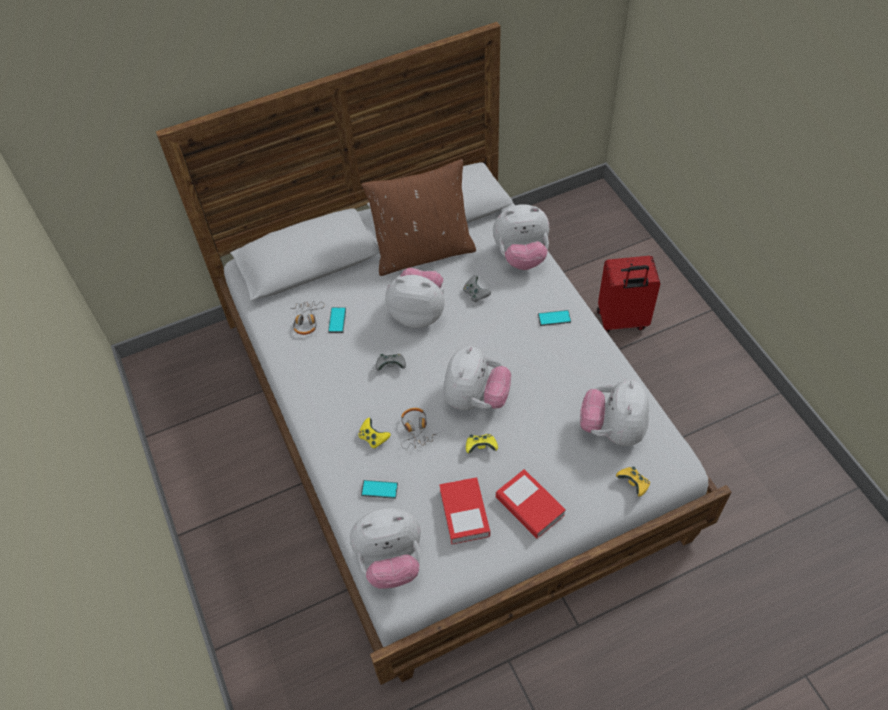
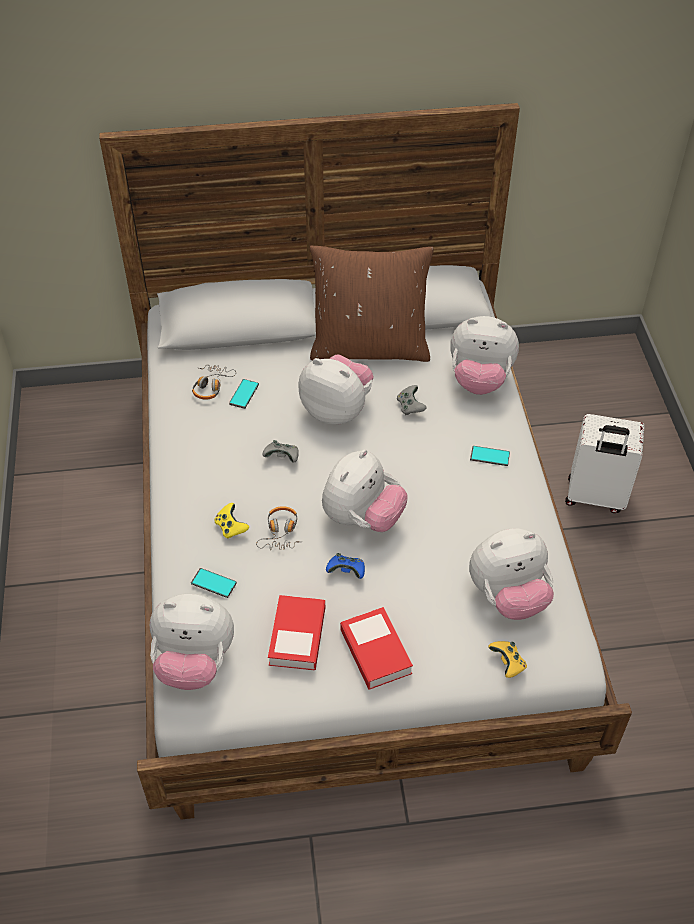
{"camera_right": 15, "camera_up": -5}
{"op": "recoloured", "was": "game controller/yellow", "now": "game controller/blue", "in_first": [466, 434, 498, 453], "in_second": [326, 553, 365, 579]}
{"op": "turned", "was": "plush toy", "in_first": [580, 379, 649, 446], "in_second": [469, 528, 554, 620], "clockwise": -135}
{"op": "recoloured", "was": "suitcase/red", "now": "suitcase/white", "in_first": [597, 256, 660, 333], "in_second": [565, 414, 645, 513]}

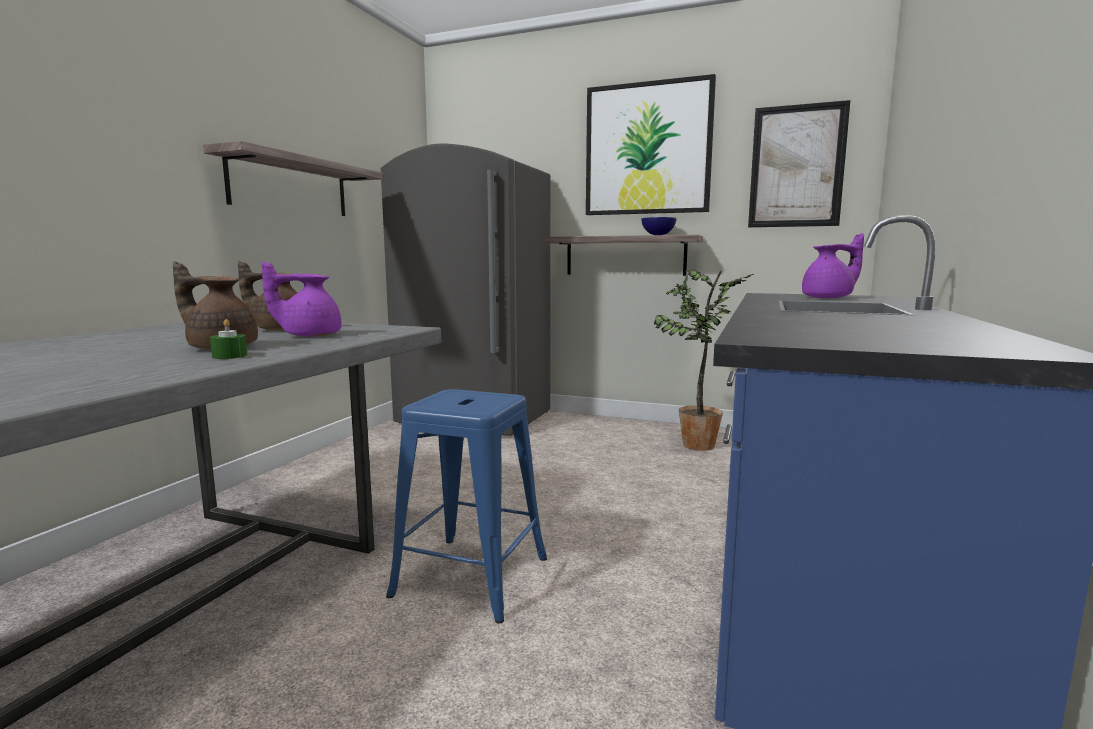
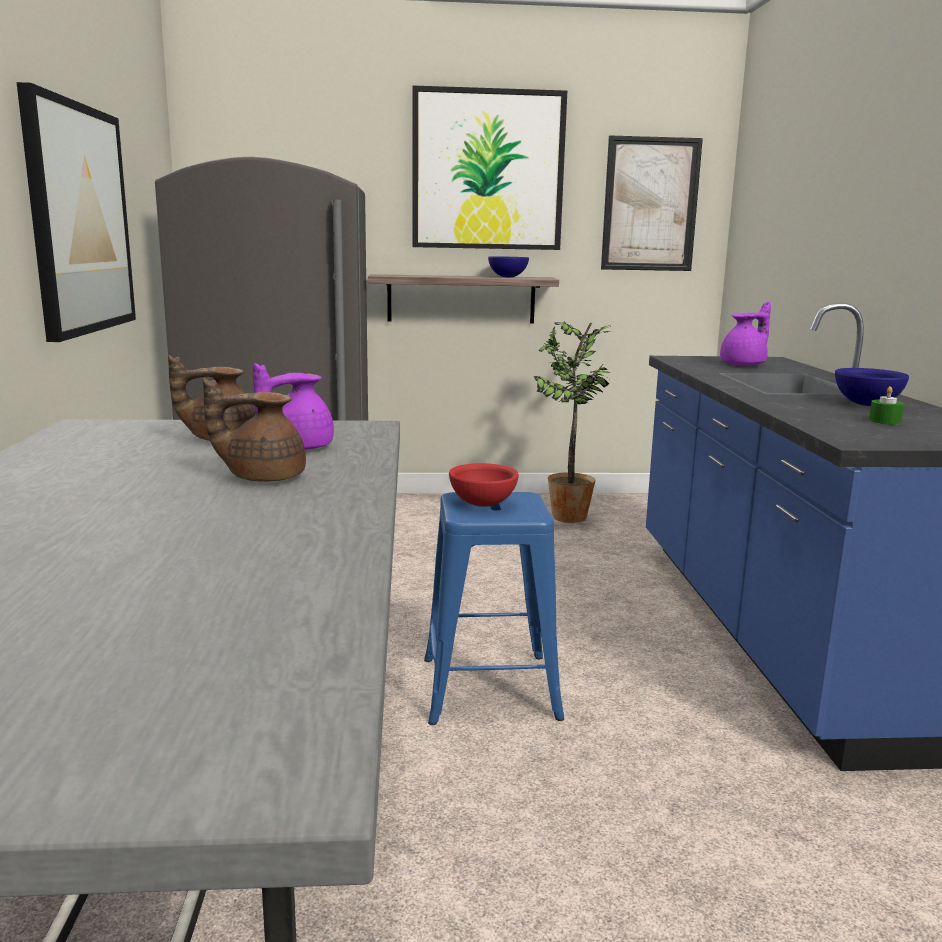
{"camera_right": -25, "camera_up": 5}
{"op": "replaced", "was": "shelf", "now": "picture", "in_first": [203, 141, 384, 216], "in_second": [17, 82, 136, 342]}
{"op": "moved", "was": "candle/green", "in_first": [210, 319, 247, 359], "in_second": [869, 386, 904, 425]}
{"op": "added", "now": "bowl/red", "in_second": [449, 463, 519, 507]}
{"op": "added", "now": "bowl/blue", "in_second": [835, 368, 909, 406]}

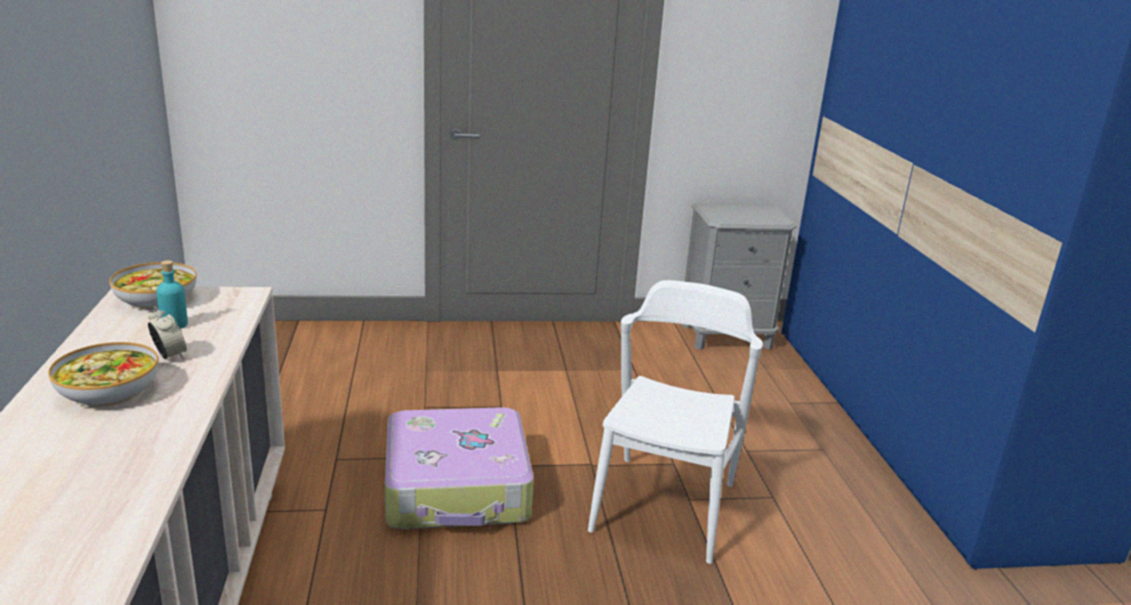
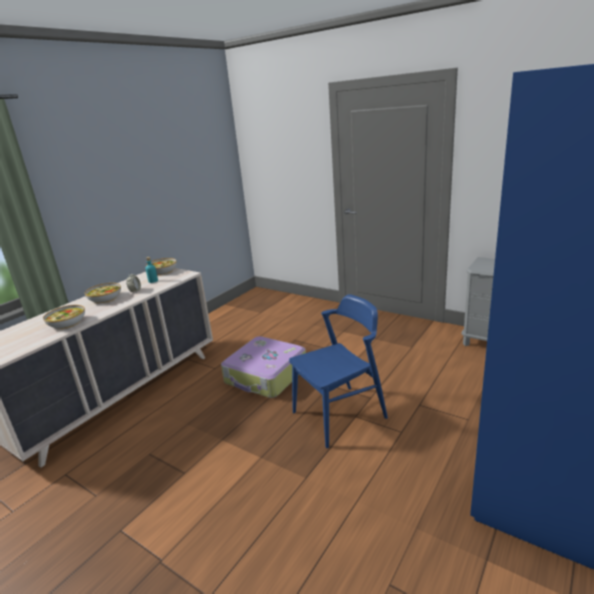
{"camera_right": 45, "camera_up": 0}
{"op": "recoloured", "was": "chair/white", "now": "chair/blue", "in_first": [588, 280, 763, 564], "in_second": [289, 294, 388, 448]}
{"op": "added", "now": "bowl", "in_second": [43, 305, 85, 329]}

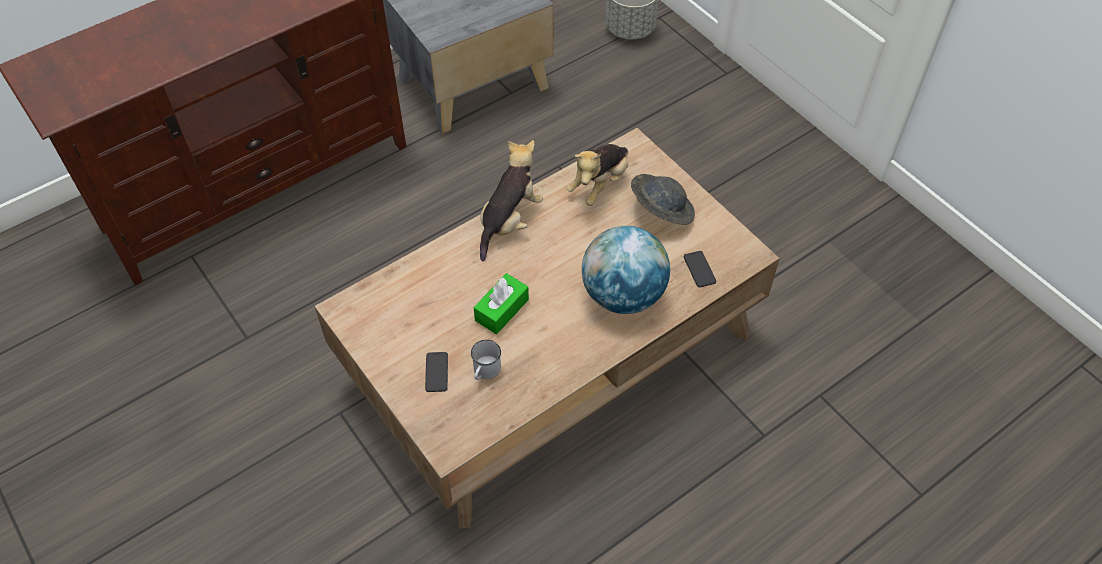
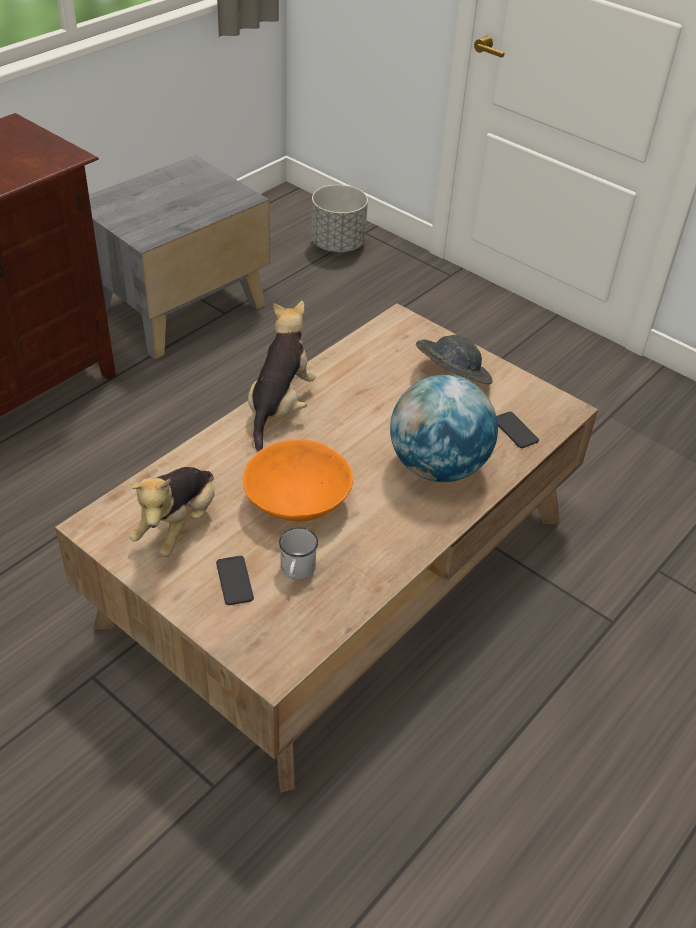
{"camera_right": -15, "camera_up": -10}
{"op": "replaced", "was": "tissue box/green", "now": "bowl/orange", "in_first": [473, 273, 529, 334], "in_second": [242, 440, 353, 521]}
{"op": "moved", "was": "plush toy", "in_first": [566, 144, 628, 206], "in_second": [130, 467, 215, 557]}

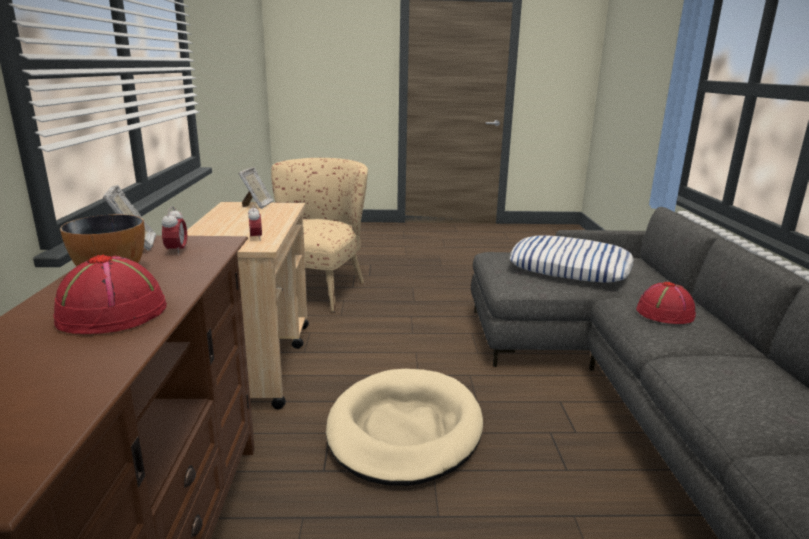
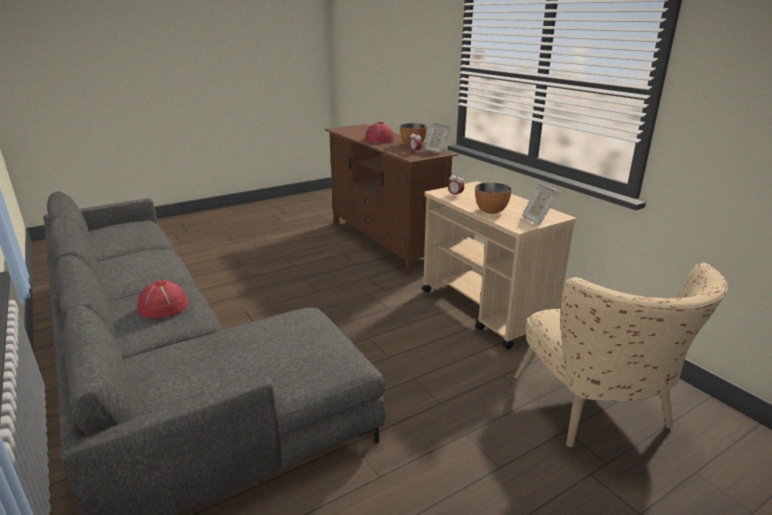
{"camera_right": 150, "camera_up": 5}
{"op": "removed", "was": "dog bed/beige", "in_first": [326, 369, 483, 486]}
{"op": "removed", "was": "pillow", "in_first": [510, 235, 634, 283]}
{"op": "added", "now": "bowl", "in_second": [475, 182, 512, 214]}

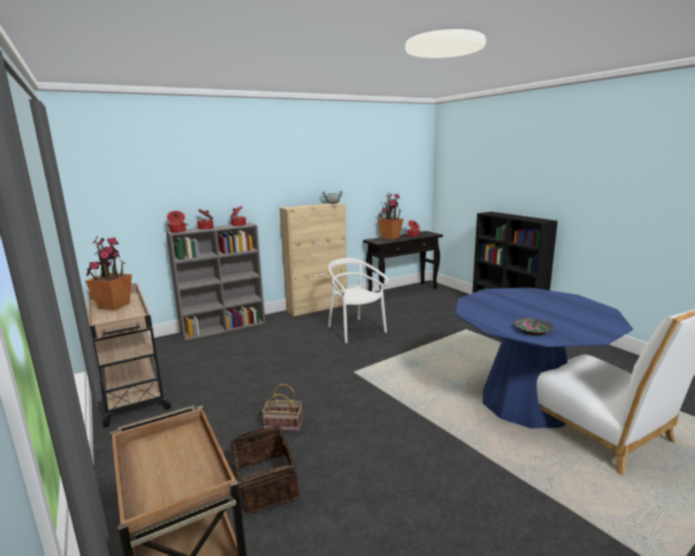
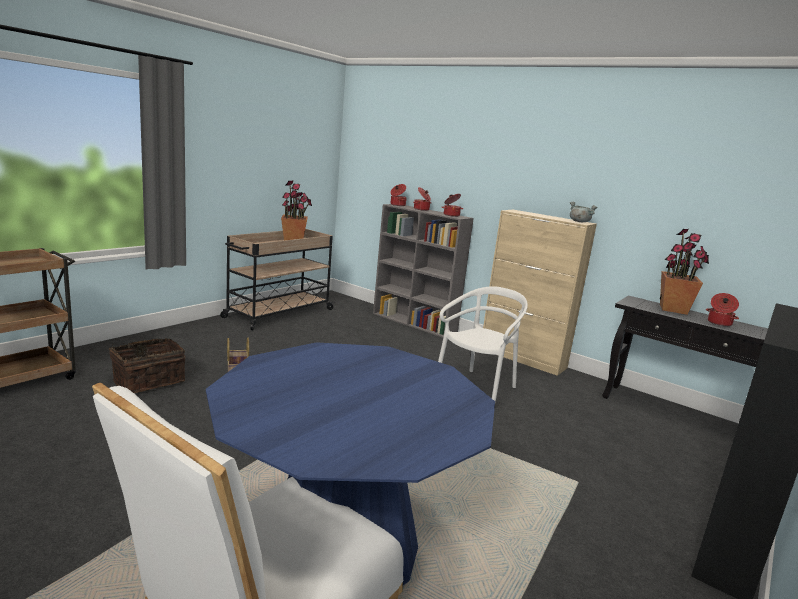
{"camera_right": 65, "camera_up": 0}
{"op": "removed", "was": "bowl", "in_first": [514, 318, 554, 336]}

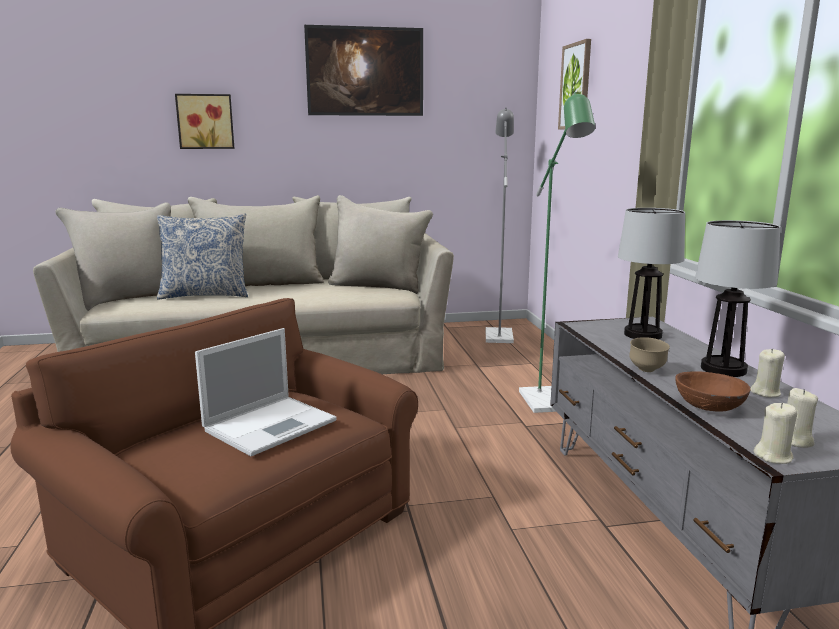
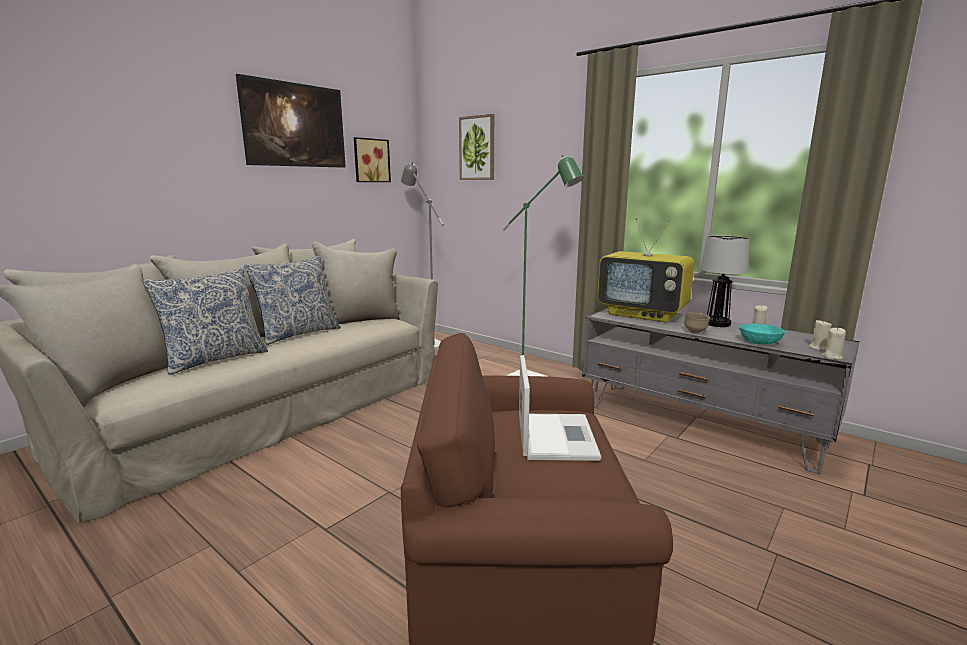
{"camera_right": -40, "camera_up": 0}
{"op": "moved", "was": "picture", "in_first": [175, 94, 235, 149], "in_second": [354, 137, 391, 182]}
{"op": "replaced", "was": "table lamp", "now": "television", "in_first": [618, 208, 685, 339], "in_second": [597, 218, 694, 322]}
{"op": "recoloured", "was": "bowl/brown", "now": "bowl/turquoise", "in_first": [675, 371, 751, 412], "in_second": [739, 324, 785, 344]}
{"op": "added", "now": "pillow", "in_second": [244, 255, 341, 345]}

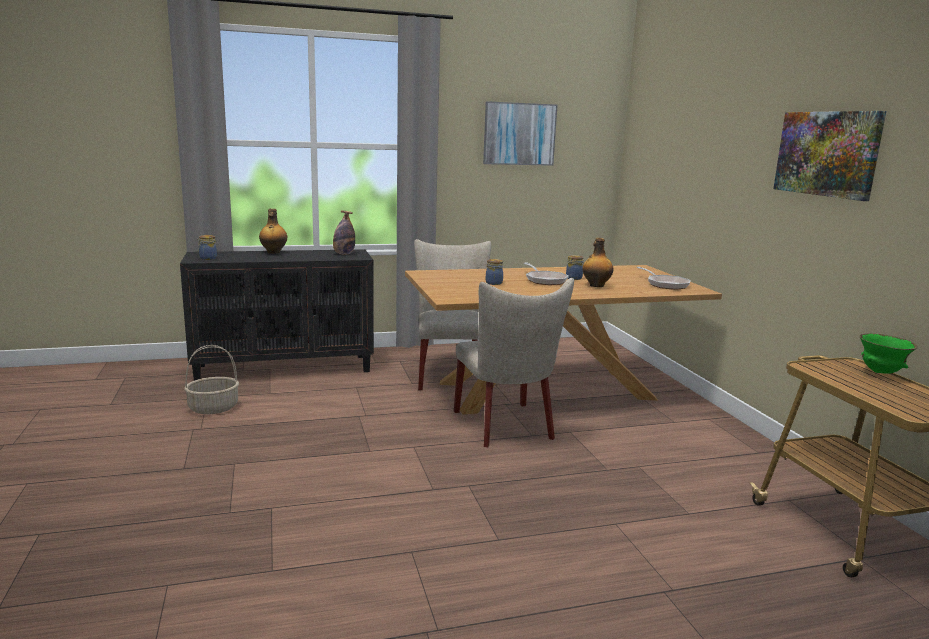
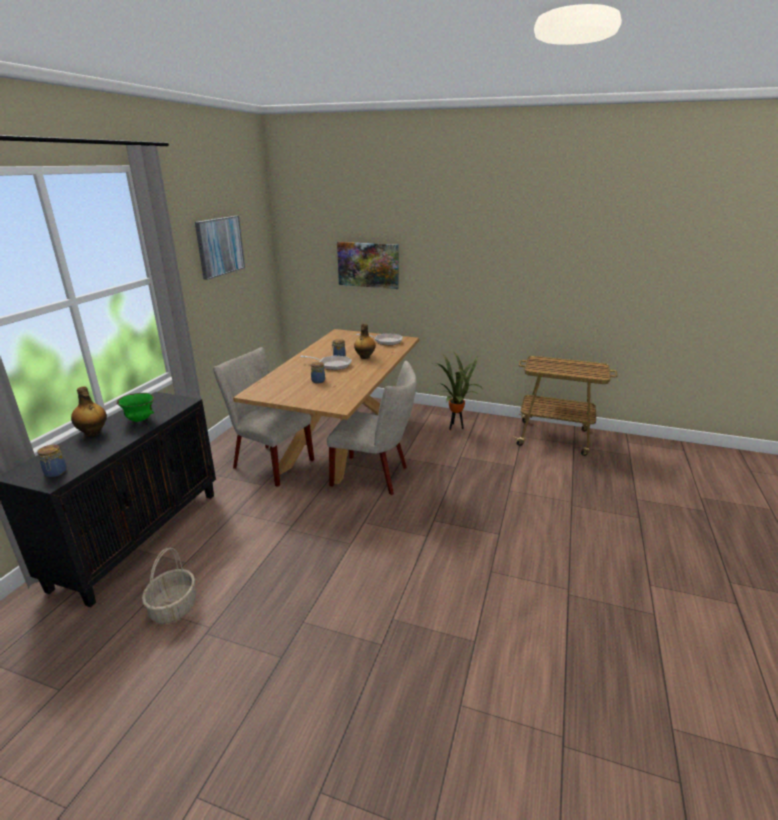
{"camera_right": -55, "camera_up": 10}
{"op": "removed", "was": "bottle", "in_first": [333, 211, 355, 255]}
{"op": "moved", "was": "picture", "in_first": [773, 111, 886, 201], "in_second": [337, 242, 399, 289]}
{"op": "moved", "was": "bowl/green", "in_first": [859, 333, 917, 374], "in_second": [117, 393, 154, 422]}
{"op": "added", "now": "potted plant", "in_second": [431, 353, 483, 430]}

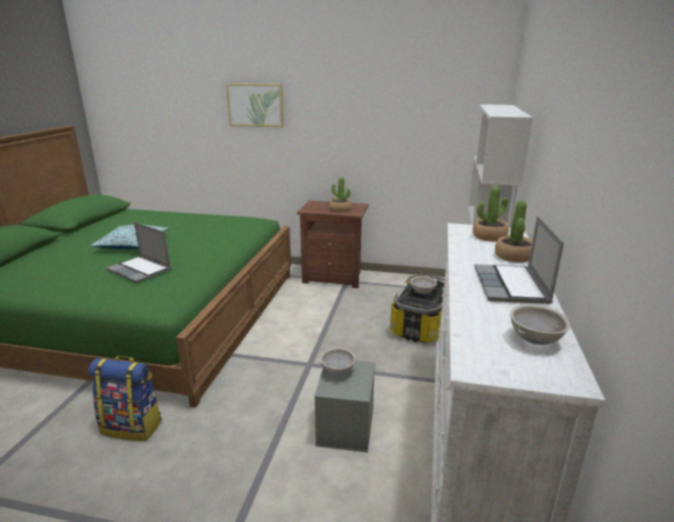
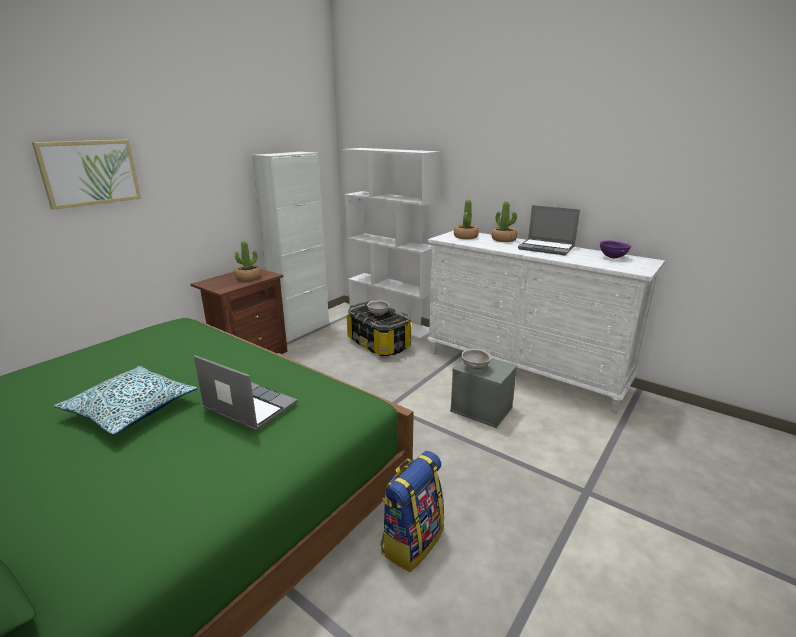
{"camera_right": -65, "camera_up": 0}
{"op": "turned", "was": "laptop", "in_first": [106, 222, 171, 283], "in_second": [194, 355, 298, 431], "clockwise": -120}
{"op": "recoloured", "was": "bowl/grey", "now": "bowl/purple", "in_first": [510, 304, 570, 345], "in_second": [600, 240, 632, 258]}
{"op": "added", "now": "cabinet/white", "in_second": [252, 152, 329, 342]}

